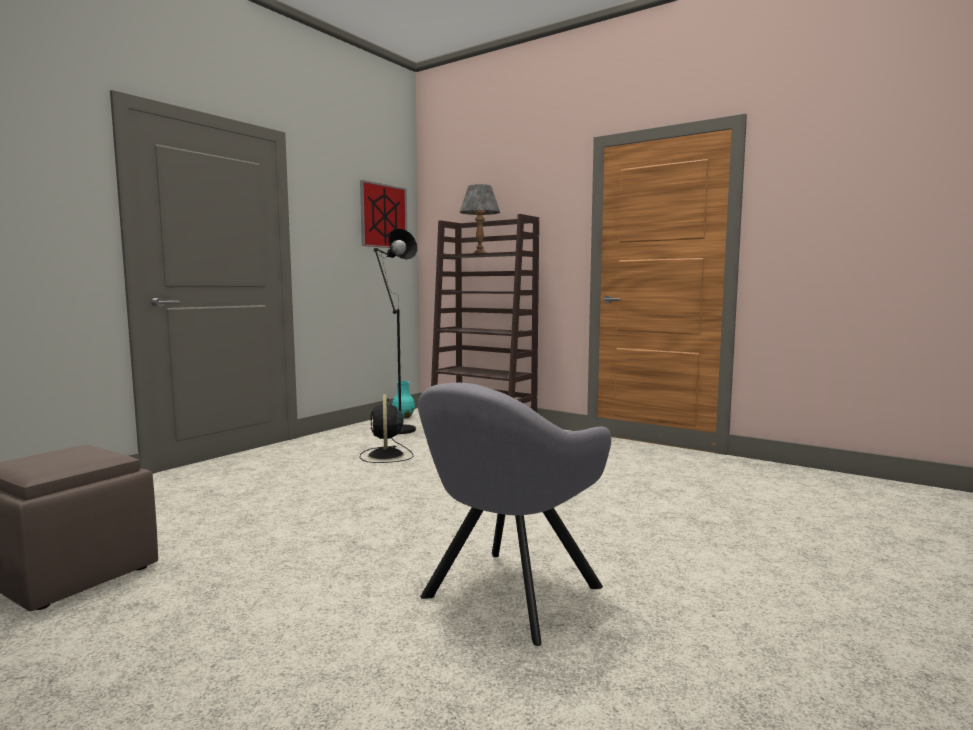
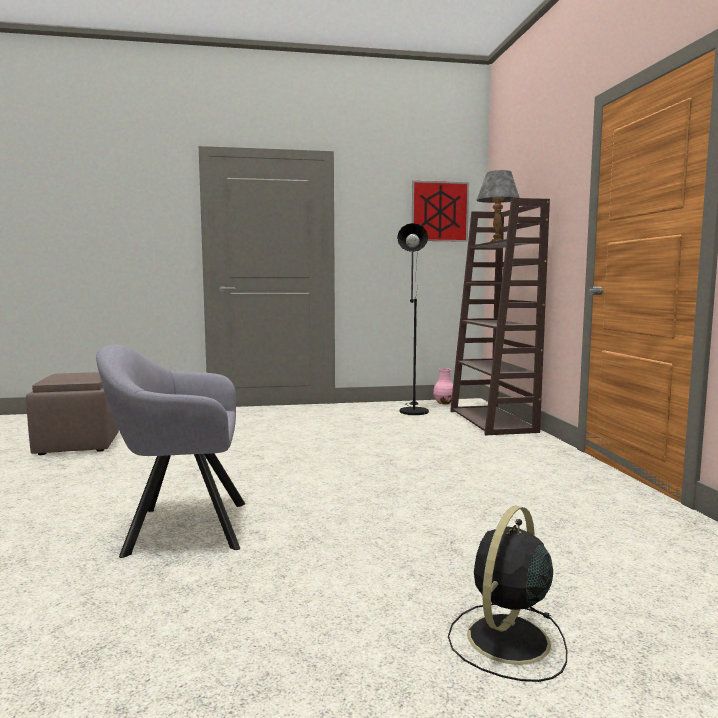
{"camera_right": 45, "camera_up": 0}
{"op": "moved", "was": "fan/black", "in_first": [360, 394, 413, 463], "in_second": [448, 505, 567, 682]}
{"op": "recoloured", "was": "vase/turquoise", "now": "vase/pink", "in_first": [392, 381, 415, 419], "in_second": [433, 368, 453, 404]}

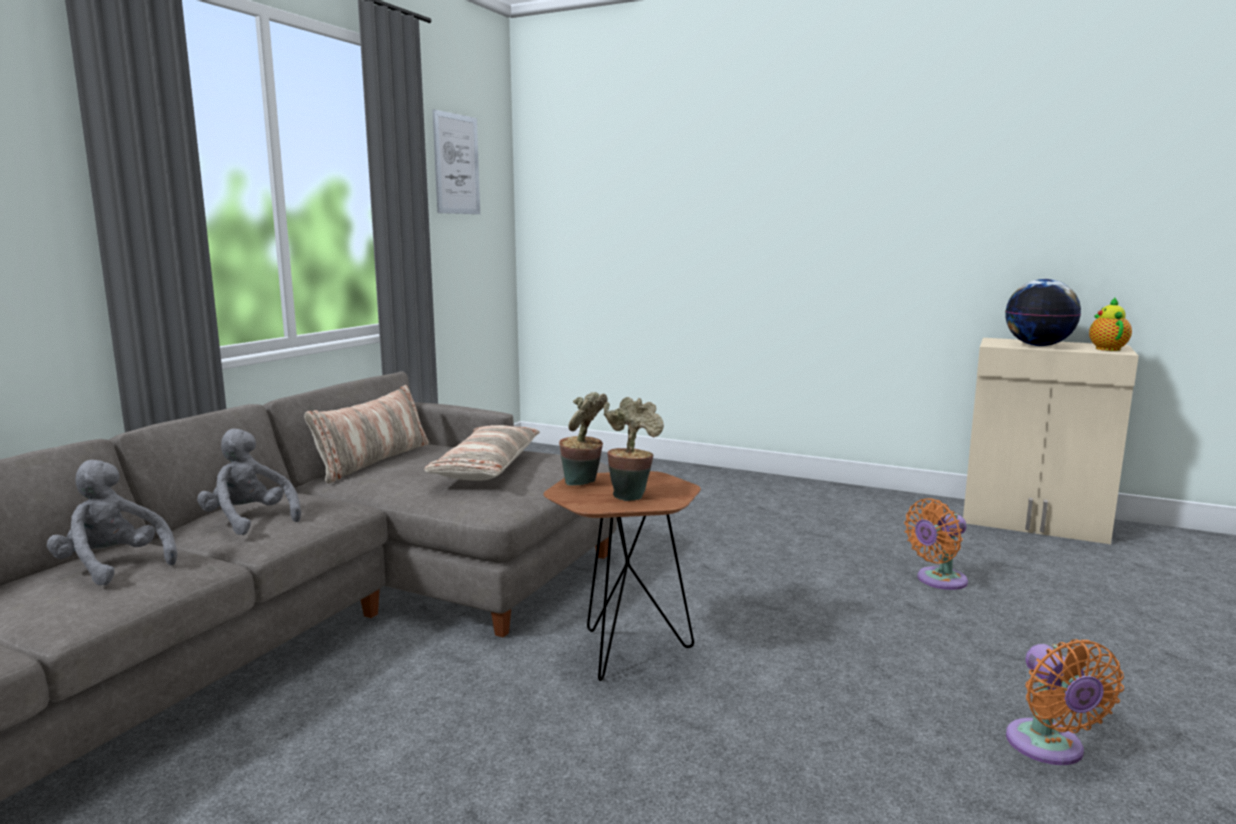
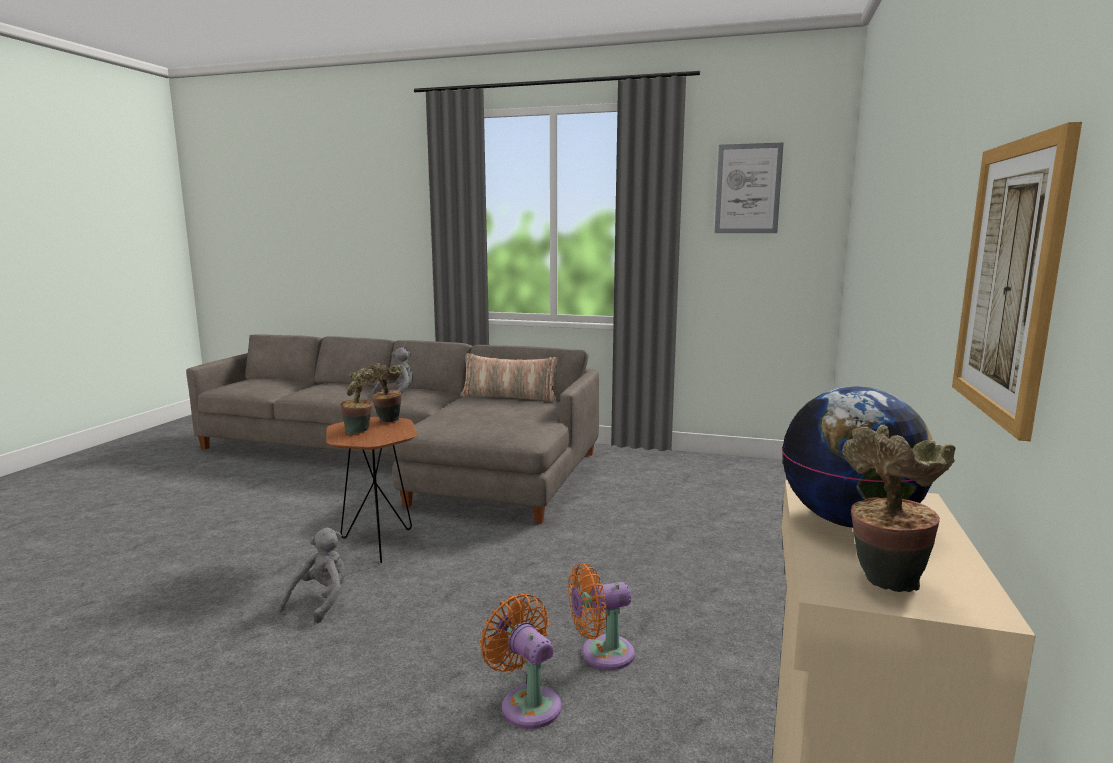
{"camera_right": 80, "camera_up": 0}
{"op": "moved", "was": "plush toy/grey", "in_first": [47, 460, 177, 586], "in_second": [278, 527, 346, 623]}
{"op": "removed", "was": "pillow", "in_first": [424, 425, 540, 481]}
{"op": "moved", "was": "fan/orange", "in_first": [1006, 639, 1124, 765], "in_second": [568, 563, 635, 670]}
{"op": "replaced", "was": "teapot", "now": "potted plant", "in_first": [1089, 297, 1132, 351], "in_second": [842, 425, 956, 592]}
{"op": "added", "now": "picture", "in_second": [952, 122, 1082, 441]}

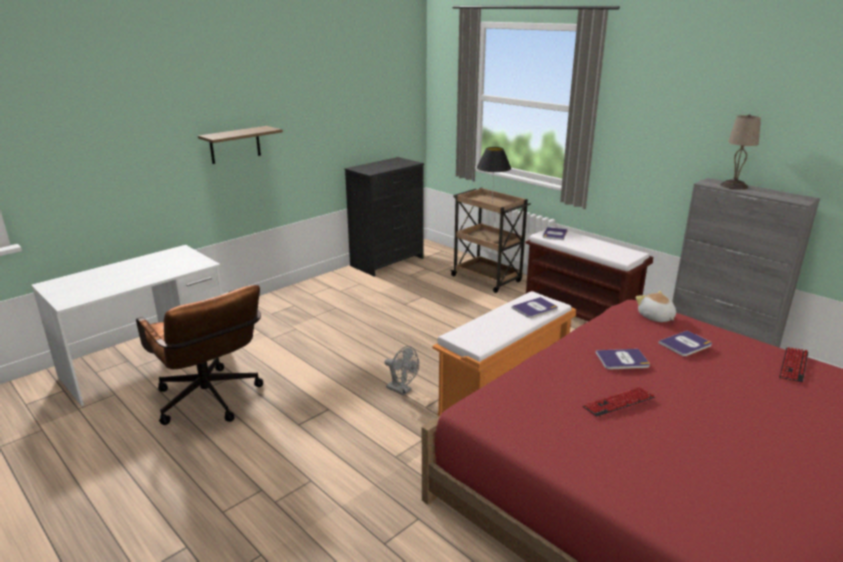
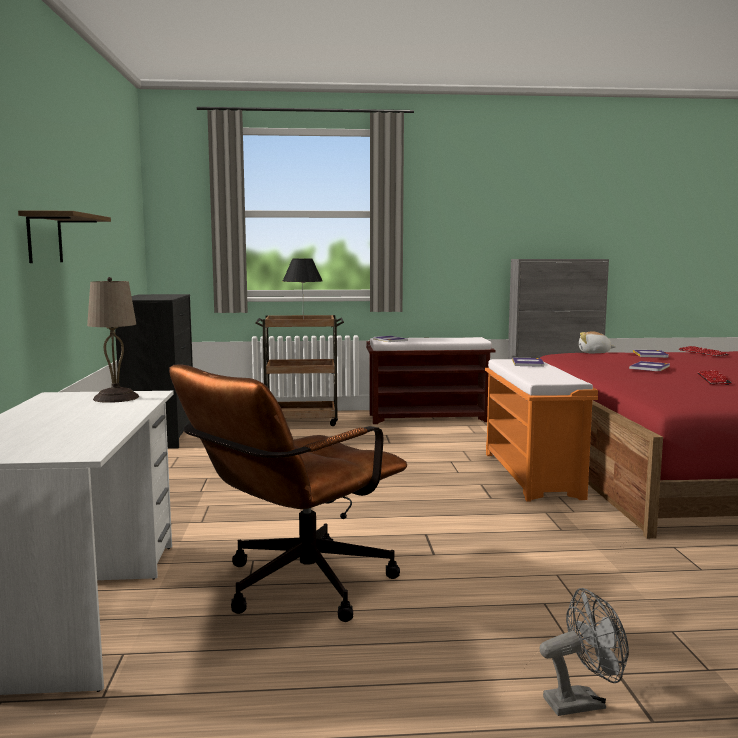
{"camera_right": -50, "camera_up": -15}
{"op": "turned", "was": "office chair/brown", "in_first": [136, 285, 263, 425], "in_second": [169, 364, 407, 622], "clockwise": 135}
{"op": "moved", "was": "fan/grey", "in_first": [385, 346, 419, 396], "in_second": [540, 588, 629, 716]}
{"op": "moved", "was": "table lamp/beige", "in_first": [720, 114, 761, 190], "in_second": [87, 277, 139, 403]}

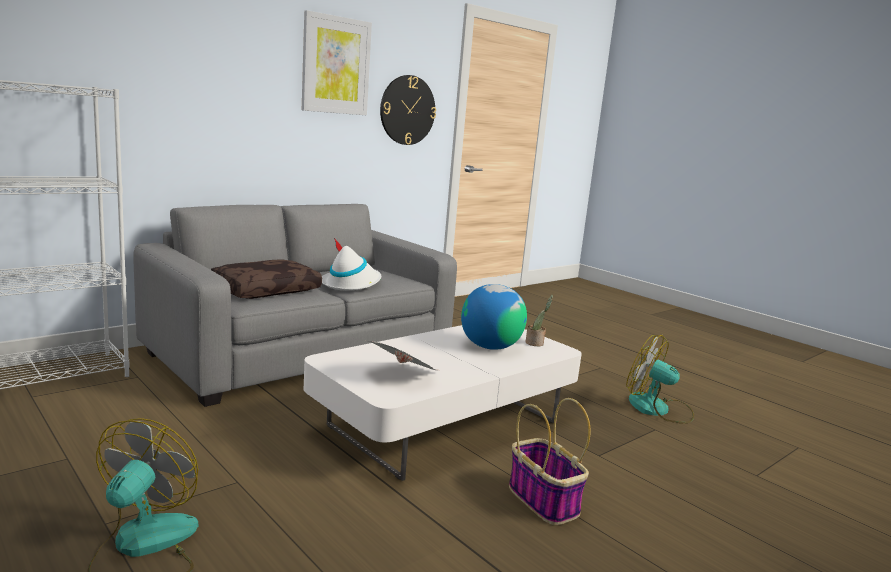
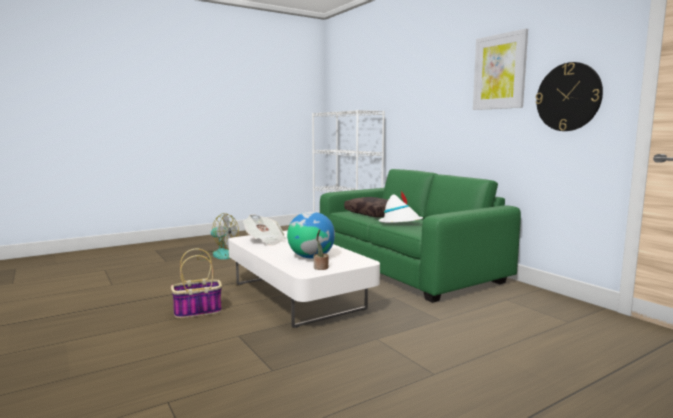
{"camera_right": 100, "camera_up": -5}
{"op": "recoloured", "was": "sofa/grey", "now": "sofa/green", "in_first": [133, 204, 457, 407], "in_second": [320, 169, 521, 303]}
{"op": "removed", "was": "fan", "in_first": [626, 335, 694, 424]}

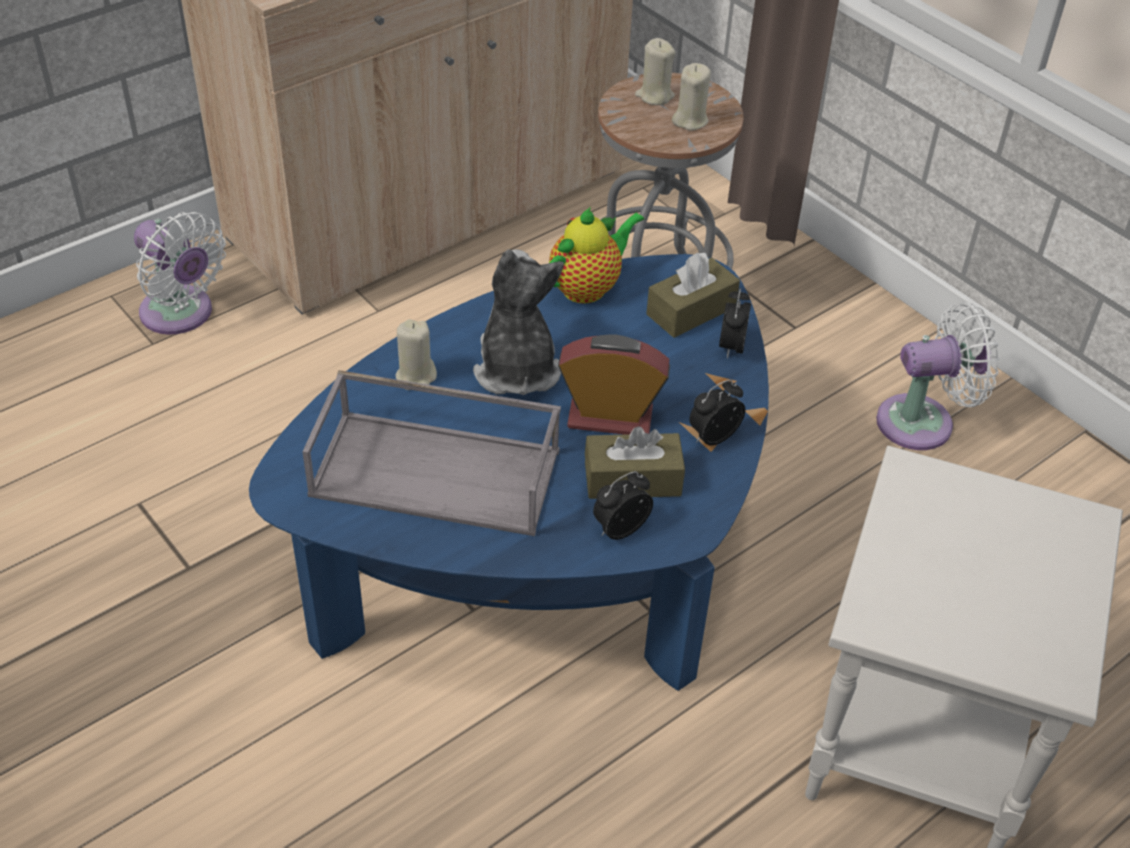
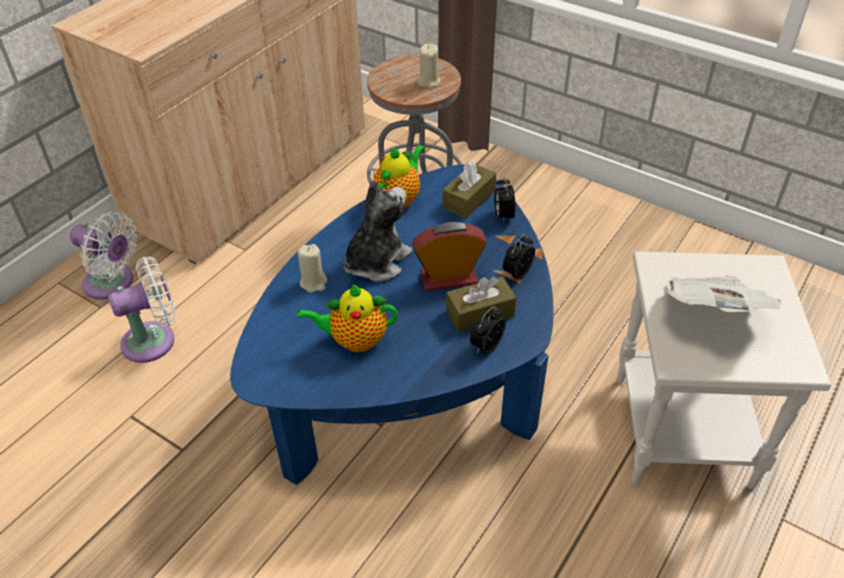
{"camera_right": -15, "camera_up": 0}
{"op": "replaced", "was": "tray/grey", "now": "teapot", "in_first": [302, 370, 561, 536], "in_second": [297, 284, 398, 352]}
{"op": "turned", "was": "plush toy", "in_first": [473, 249, 564, 395], "in_second": [343, 180, 412, 281], "clockwise": 60}
{"op": "removed", "was": "candle/beige", "in_first": [635, 38, 676, 105]}
{"op": "moved", "was": "fan/white", "in_first": [876, 302, 999, 450], "in_second": [108, 257, 177, 363]}
{"op": "added", "now": "newspaper", "in_second": [667, 276, 782, 312]}

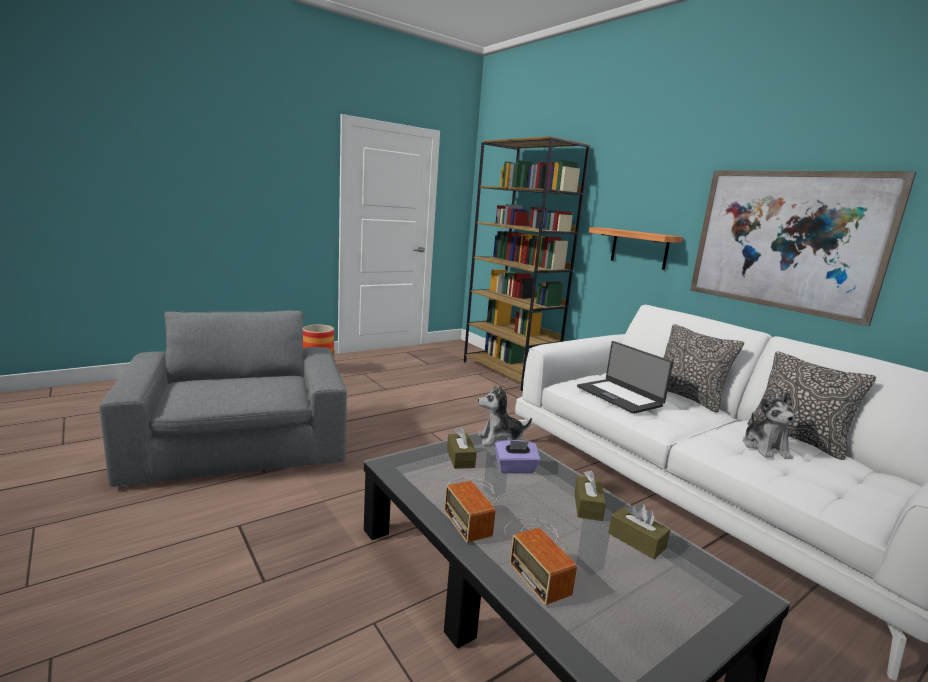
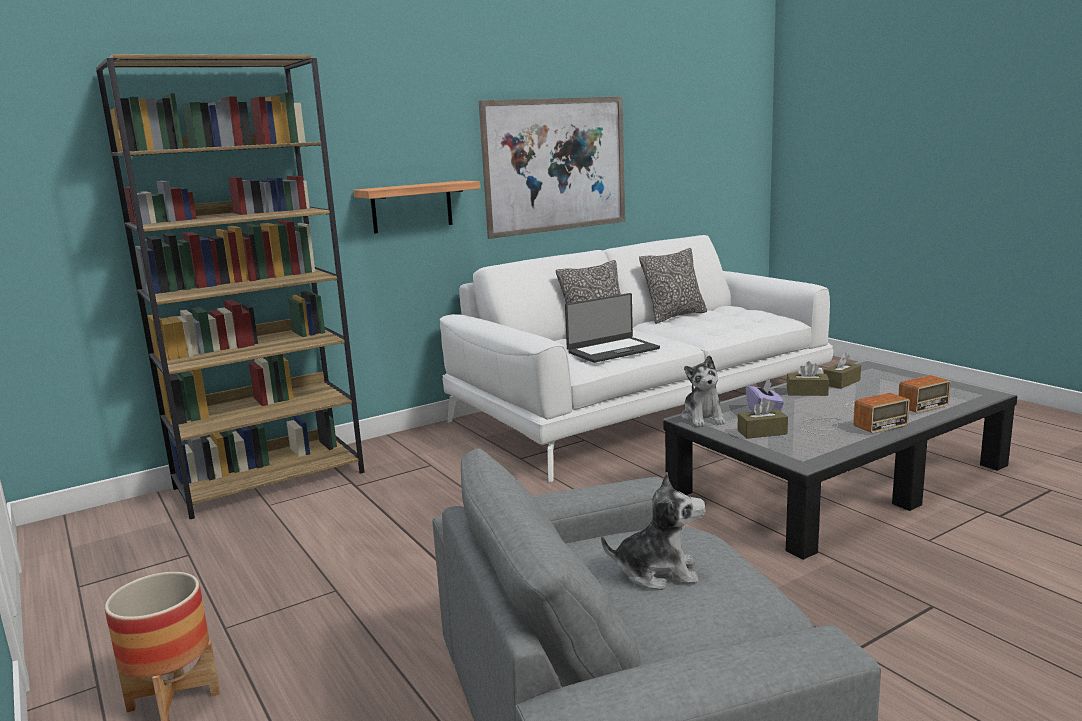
{"camera_right": -85, "camera_up": 0}
{"op": "moved", "was": "plush toy", "in_first": [743, 392, 795, 459], "in_second": [601, 472, 706, 590]}

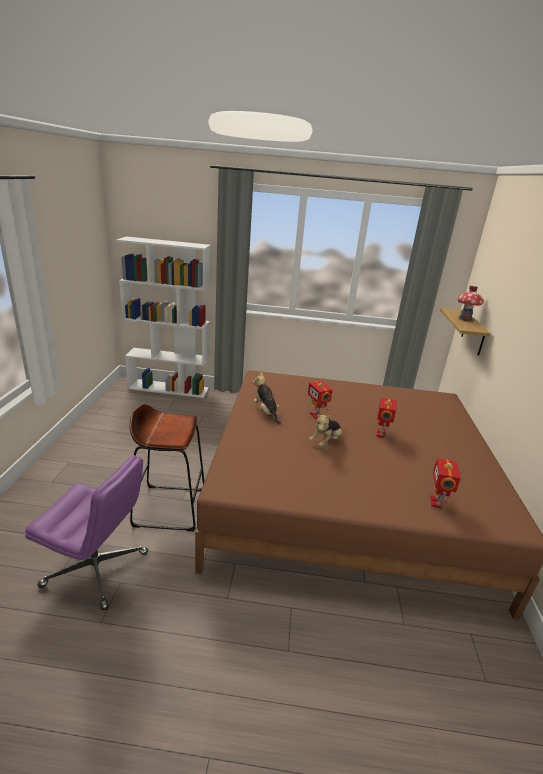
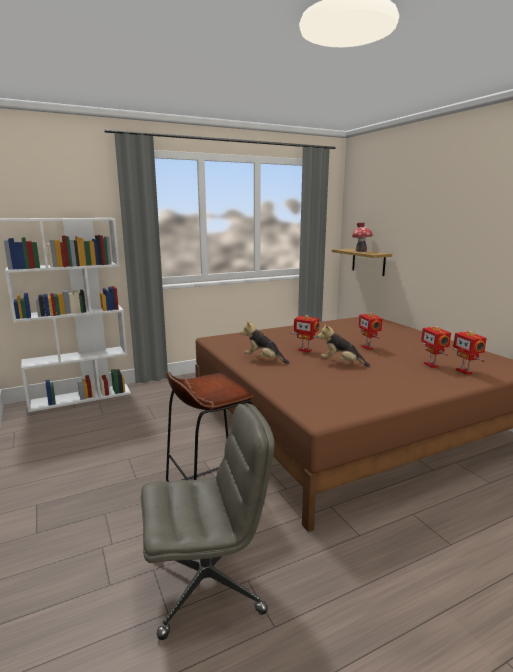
{"camera_right": -30, "camera_up": -10}
{"op": "recoloured", "was": "office chair/purple", "now": "office chair/grey", "in_first": [25, 455, 148, 610], "in_second": [141, 403, 275, 640]}
{"op": "turned", "was": "plush toy", "in_first": [309, 414, 342, 447], "in_second": [317, 323, 370, 367], "clockwise": 105}
{"op": "added", "now": "toy robot", "in_second": [421, 326, 451, 368]}

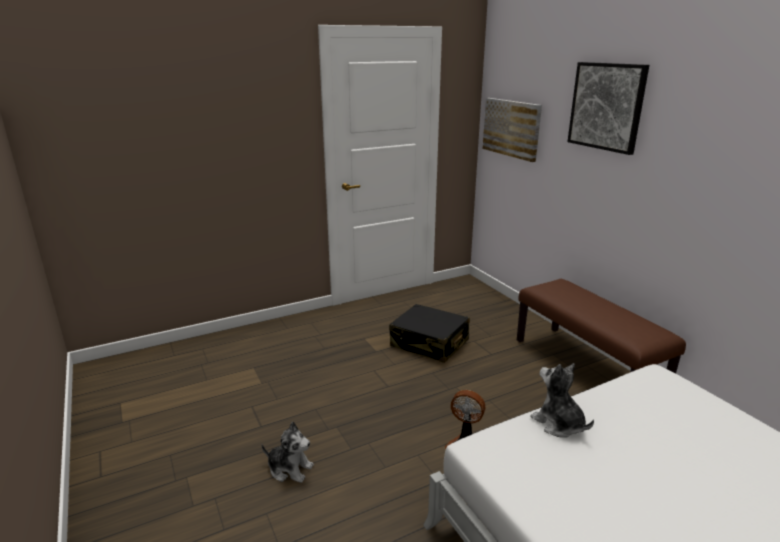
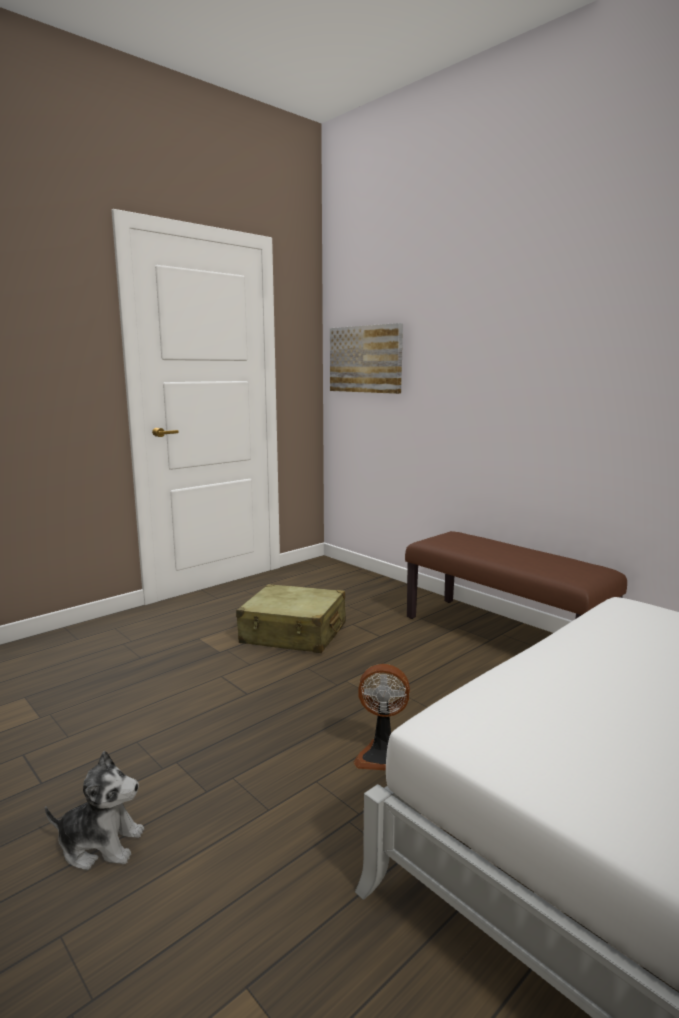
{"camera_right": -15, "camera_up": -10}
{"op": "recoloured", "was": "suitcase/black", "now": "suitcase/beige", "in_first": [389, 304, 470, 363], "in_second": [236, 584, 346, 653]}
{"op": "removed", "was": "plush toy", "in_first": [531, 363, 594, 438]}
{"op": "removed", "was": "picture", "in_first": [567, 62, 649, 155]}

